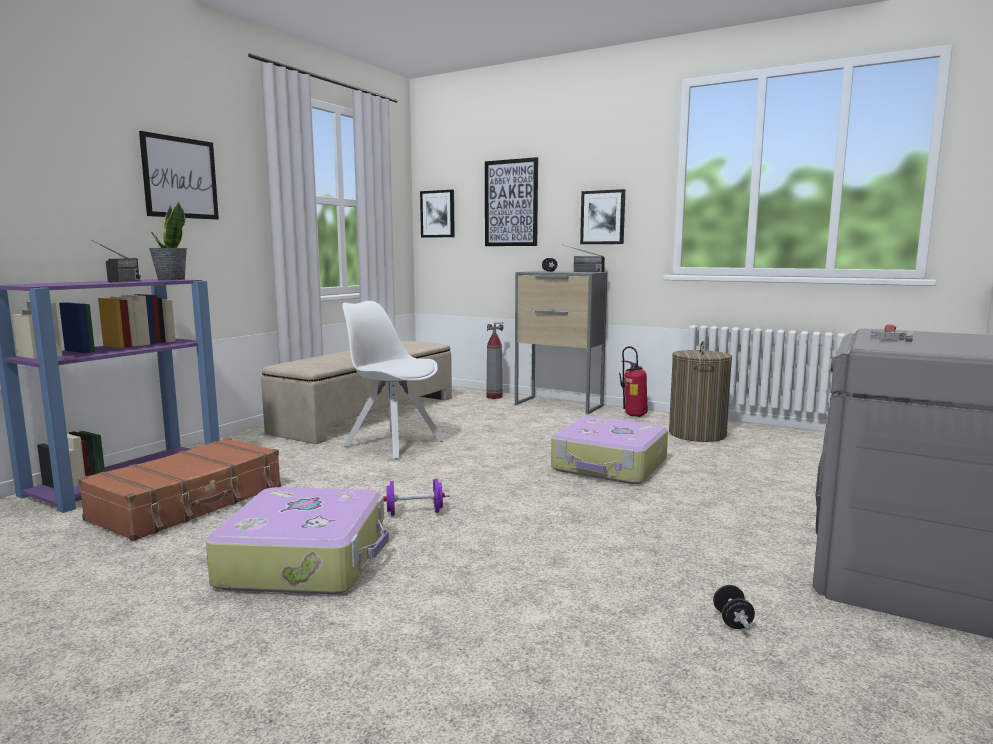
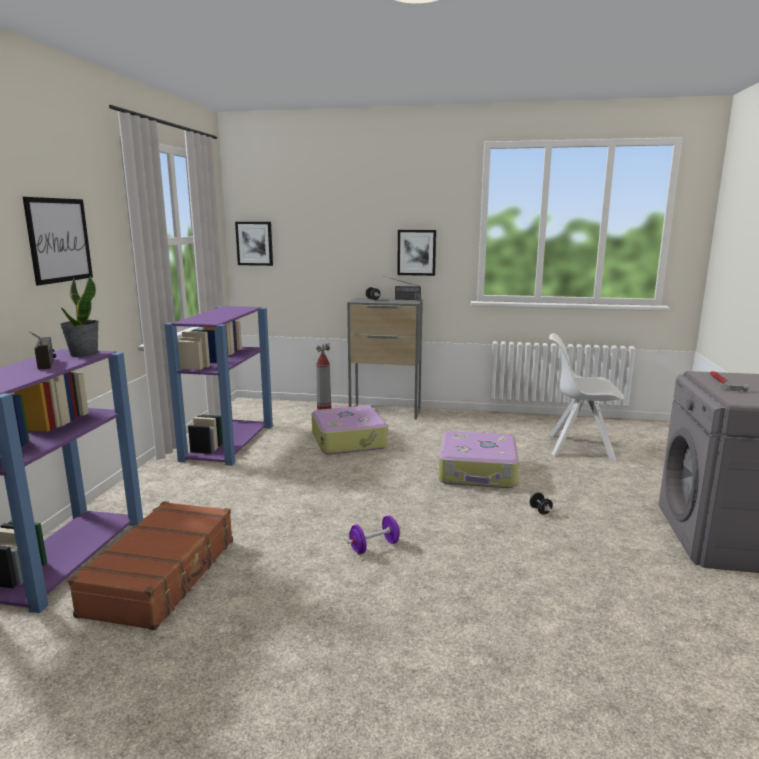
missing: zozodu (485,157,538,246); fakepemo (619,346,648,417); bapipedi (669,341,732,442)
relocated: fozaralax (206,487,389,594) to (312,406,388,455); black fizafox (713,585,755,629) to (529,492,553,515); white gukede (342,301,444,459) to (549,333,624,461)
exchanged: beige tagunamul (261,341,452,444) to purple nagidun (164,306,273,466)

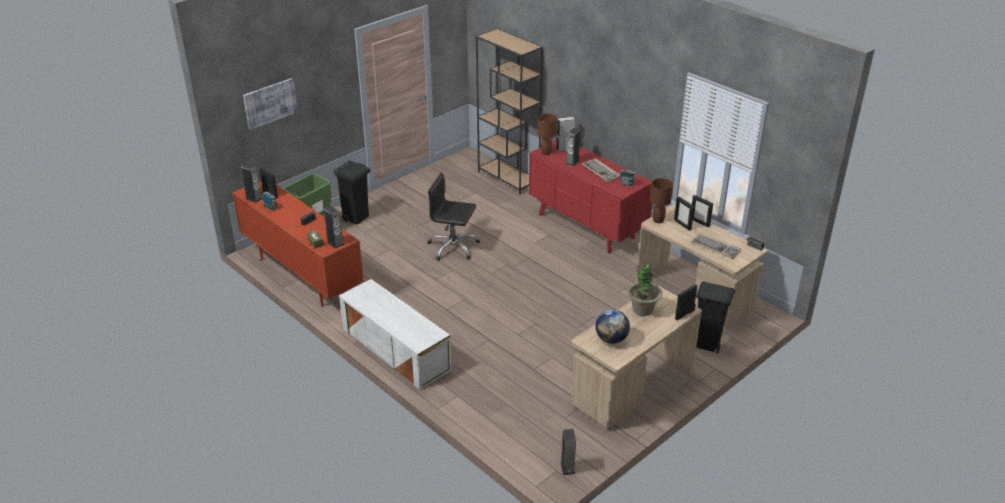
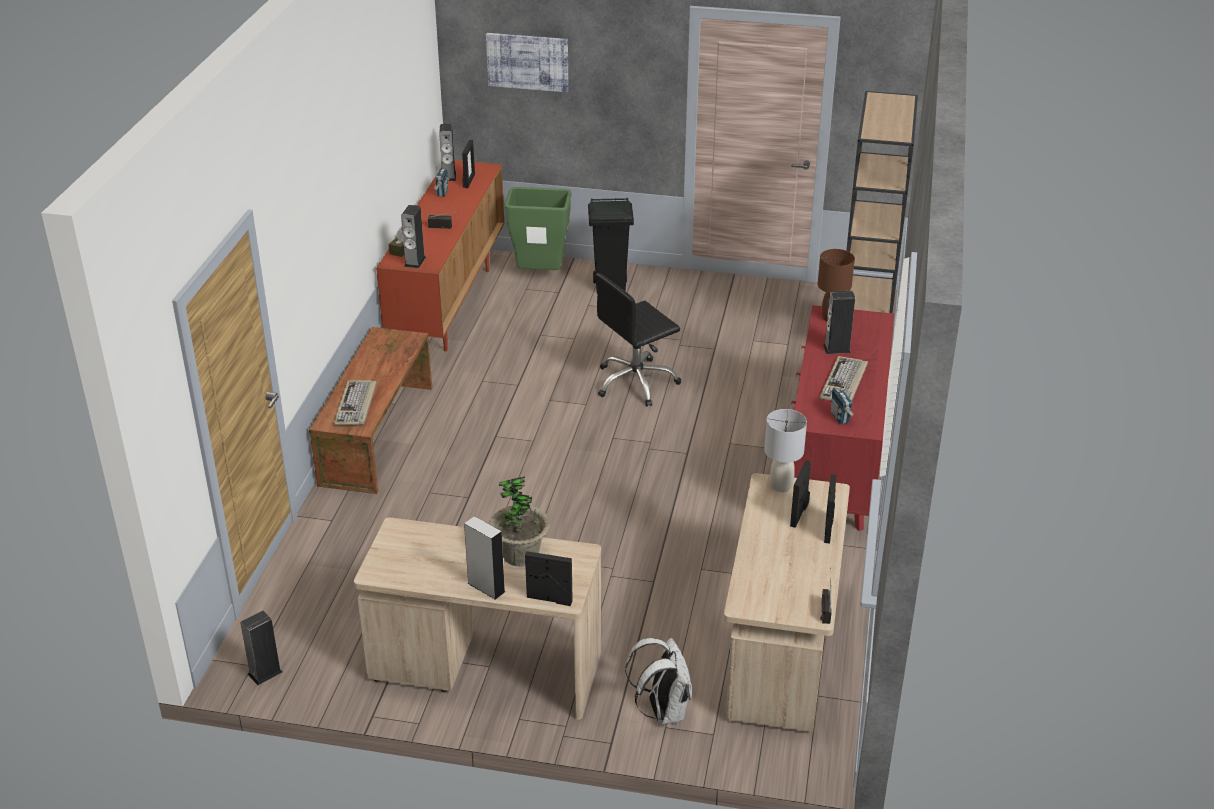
missing: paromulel (595,309,630,344)
relocated: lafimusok (691,233,741,259) to (334,380,376,425); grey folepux (556,117,575,152) to (464,516,505,600)
exchanged: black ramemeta (696,281,735,354) to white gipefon (625,638,692,725)
colour: white tagunamul (339,279,452,390) to brown tagunamul (309,327,432,494); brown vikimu (650,178,673,223) to grey vikimu (764,409,807,492)
spun: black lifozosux (427,172,480,260) = (596,273,681,406) 105 degrees counterclockwise

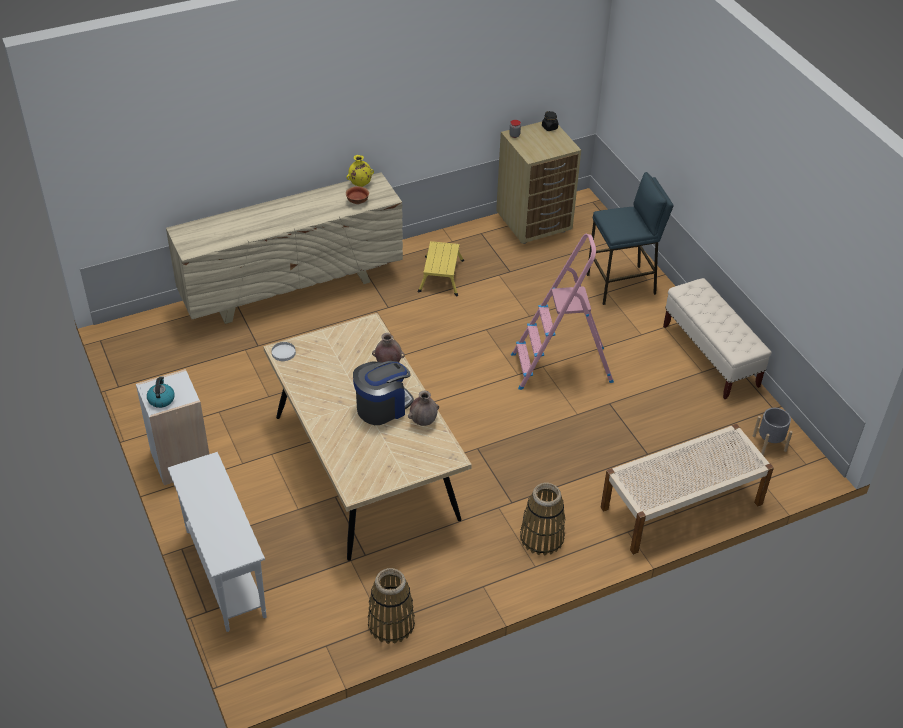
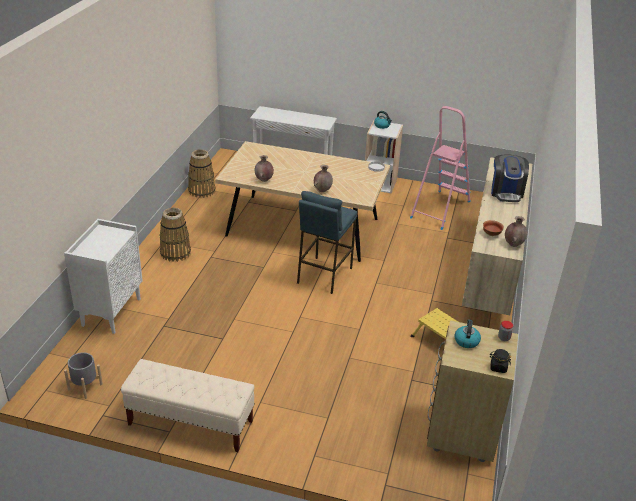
appeared: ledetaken (454,319,481,348)
relocated: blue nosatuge (587,172,674,305) to (297,191,357,294); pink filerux (511,234,614,390) to (410,106,470,230); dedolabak (353,361,414,425) to (491,155,529,202)
exchanged: beige tagunamul (600,424,774,555) to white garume (64,219,143,334)
colour: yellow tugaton (346,155,374,187) to brown tugaton (505,216,528,247)

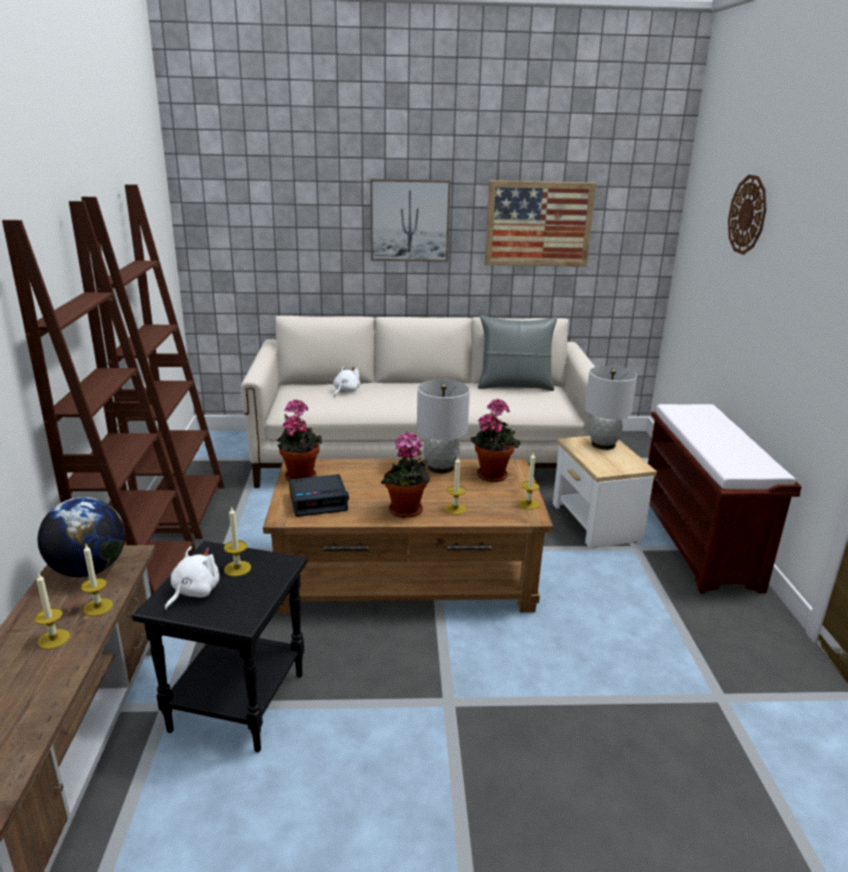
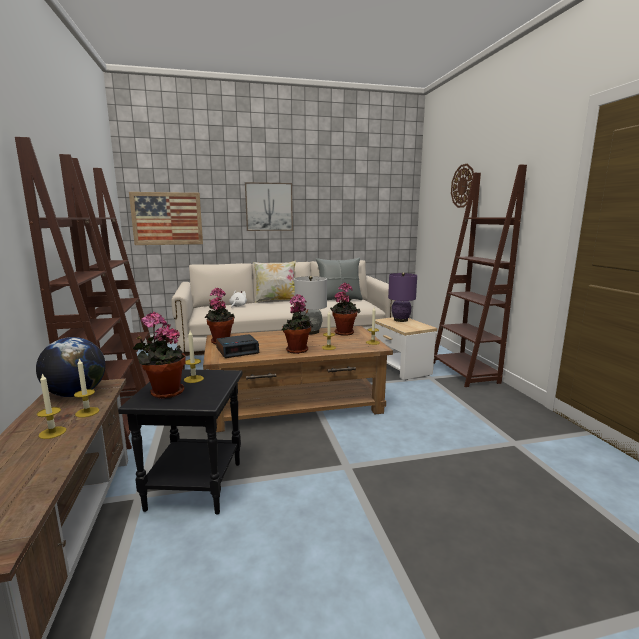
appeared: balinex (253,261,296,303)
relocated: zozodu (485,180,596,267) to (129,192,203,245)
exchanged: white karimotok (165,546,219,610) to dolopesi (133,312,186,399); brown tagunamul (648,404,802,594) to brown nagidun (434,165,527,387)
colour: white vikimu (585,366,637,450) to purple vikimu (388,273,417,322)

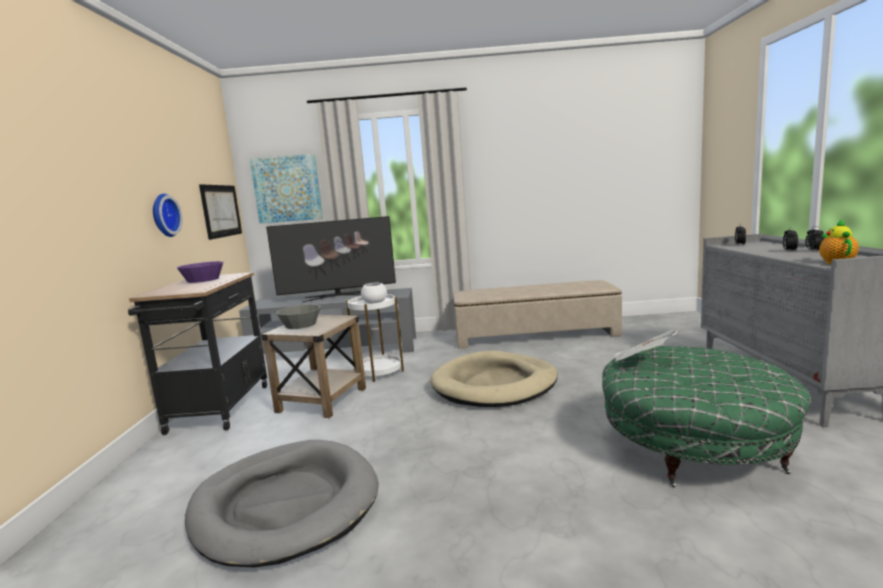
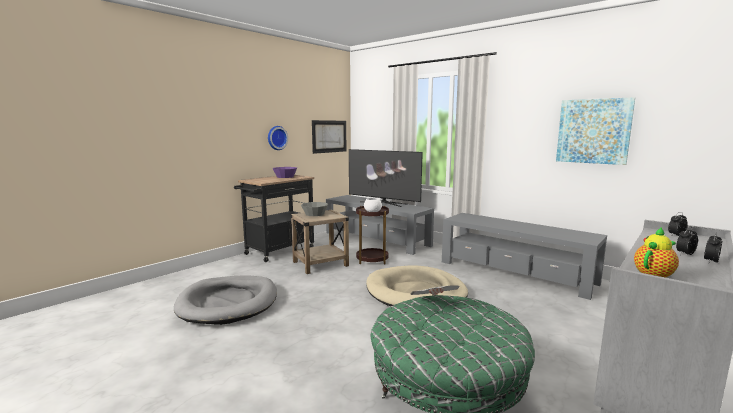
relocated: zozodu (250,154,323,224) to (556,97,635,165)
exchanged: beige tagunamul (453,280,622,349) to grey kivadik (442,213,607,300)
colour: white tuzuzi (346,294,404,382) to brown tuzuzi (356,206,389,264)

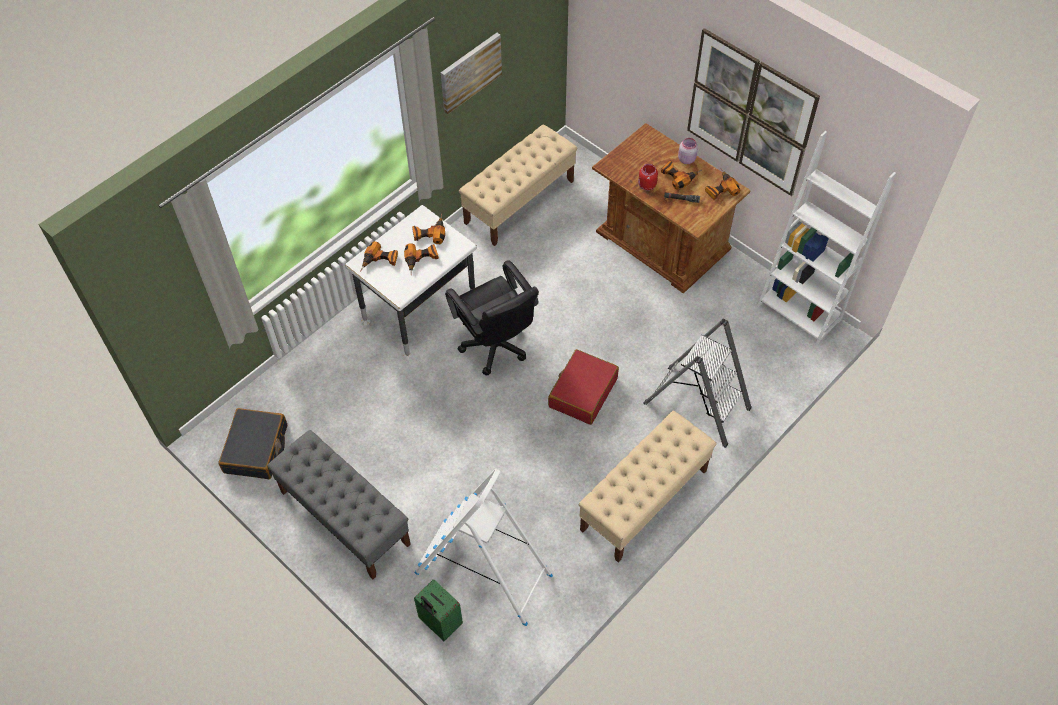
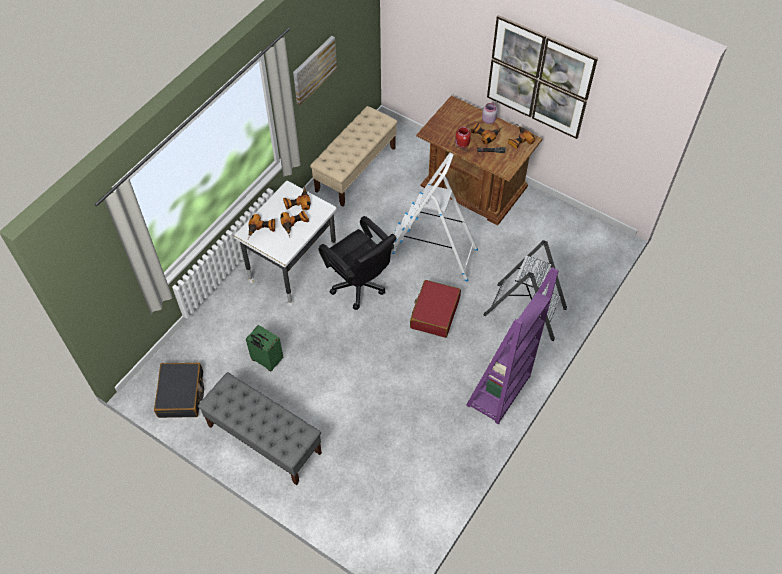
missing: white nagidun (757,131,896,346)
relocated: green fozaralax (414,579,463,641) to (246,325,283,371); white filerux (414,469,553,626) to (391,152,478,282)
exchanged: beige tagunamul (579,410,717,563) to purple nagidun (466,267,559,425)

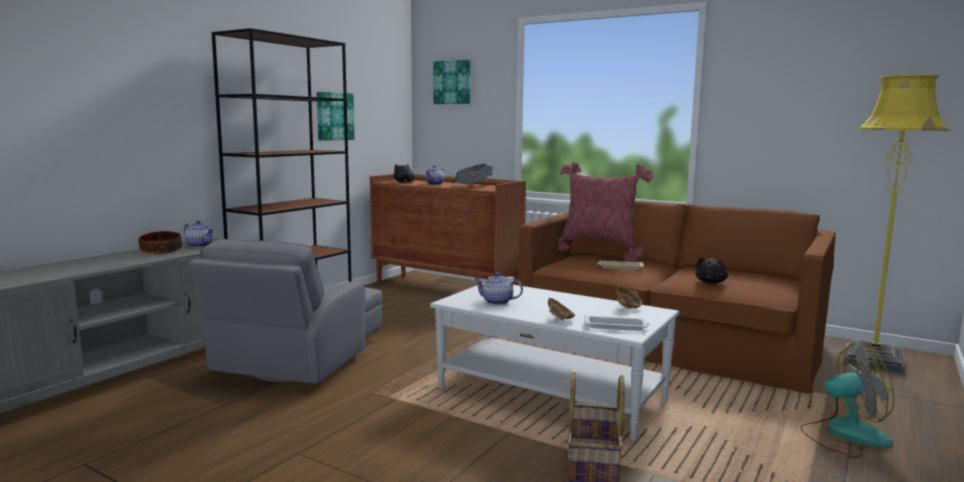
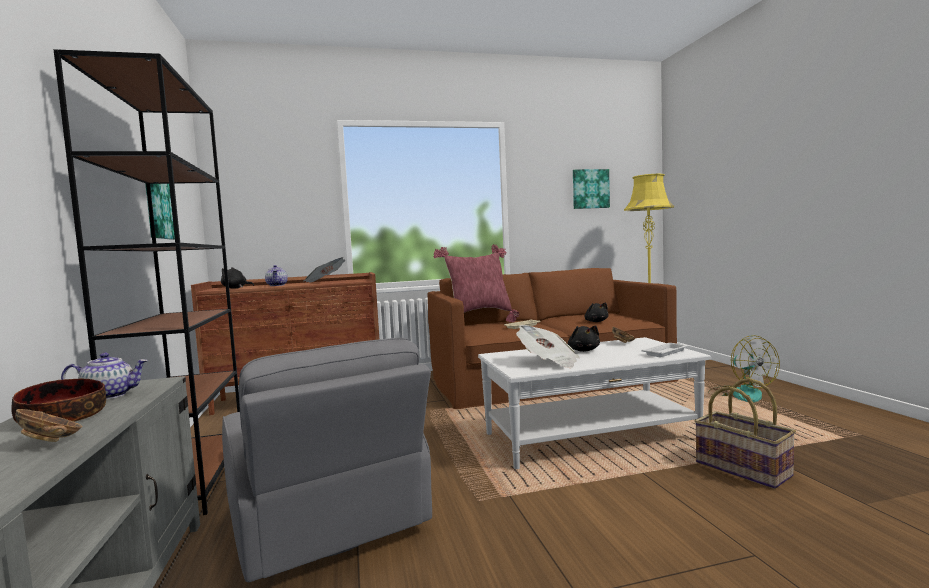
appeared: black karimotok (568,325,600,352)
relocated: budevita (548,298,575,320) to (15,409,82,442); zozodu (433,60,471,104) to (573,169,610,209)
exchanged: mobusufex (474,272,523,305) to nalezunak (516,325,580,368)
spun: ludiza (800,343,894,458) = (708,335,780,402) 120 degrees clockwise

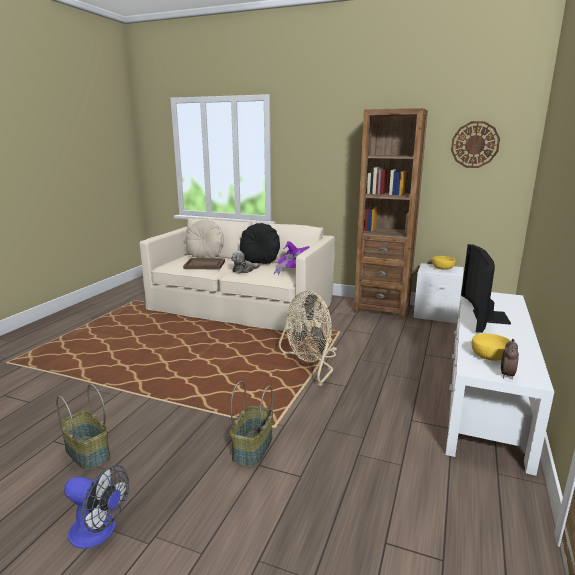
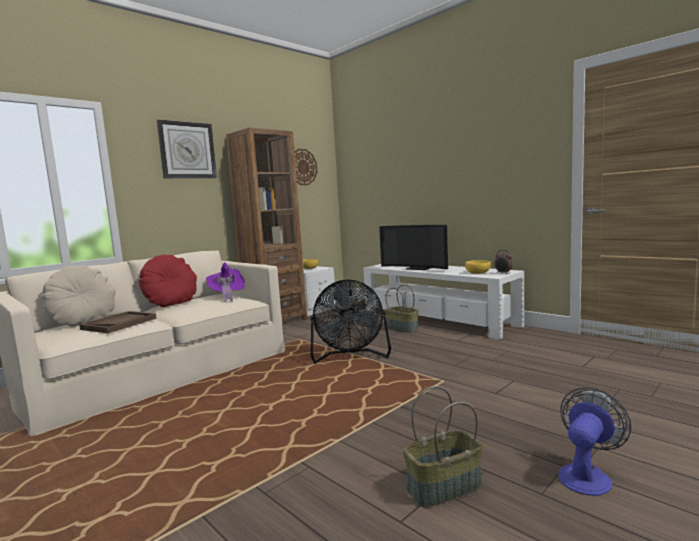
missing: karimotok (231,251,260,274)
appeared: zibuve (157,119,217,178)
relocated: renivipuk (230,381,273,467) to (385,285,419,333)
colour: black balinex (240,223,280,264) to red balinex (139,255,197,307); beige ludiza (279,290,337,386) to black ludiza (310,280,391,364)

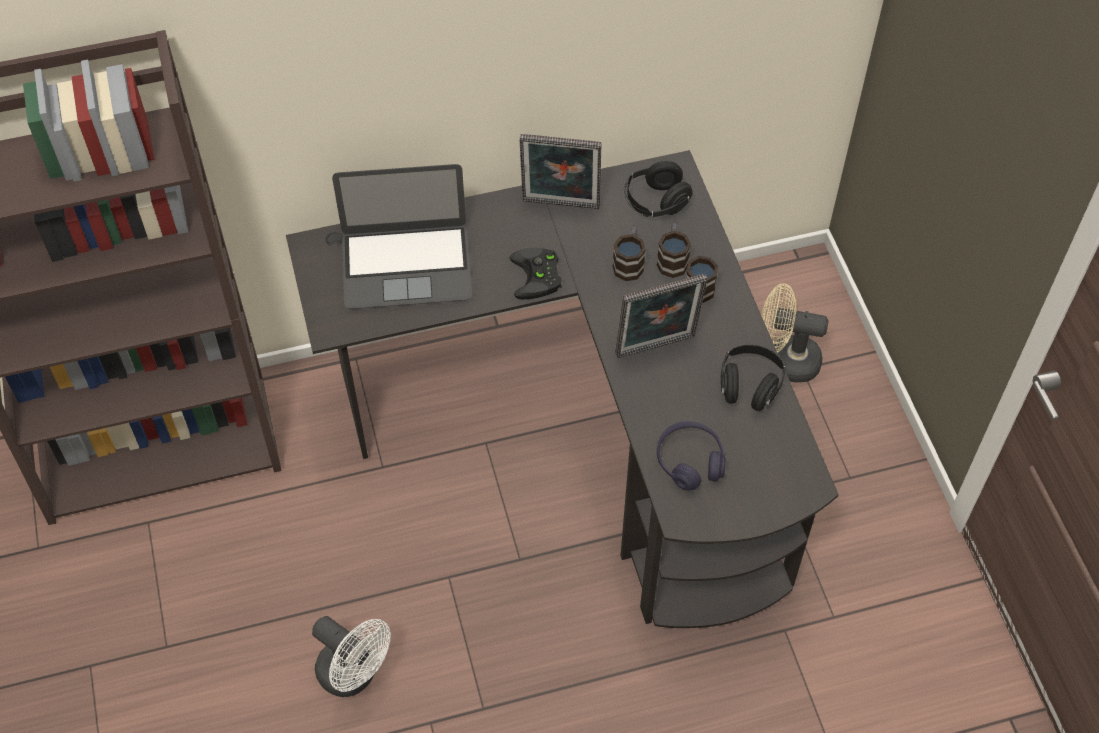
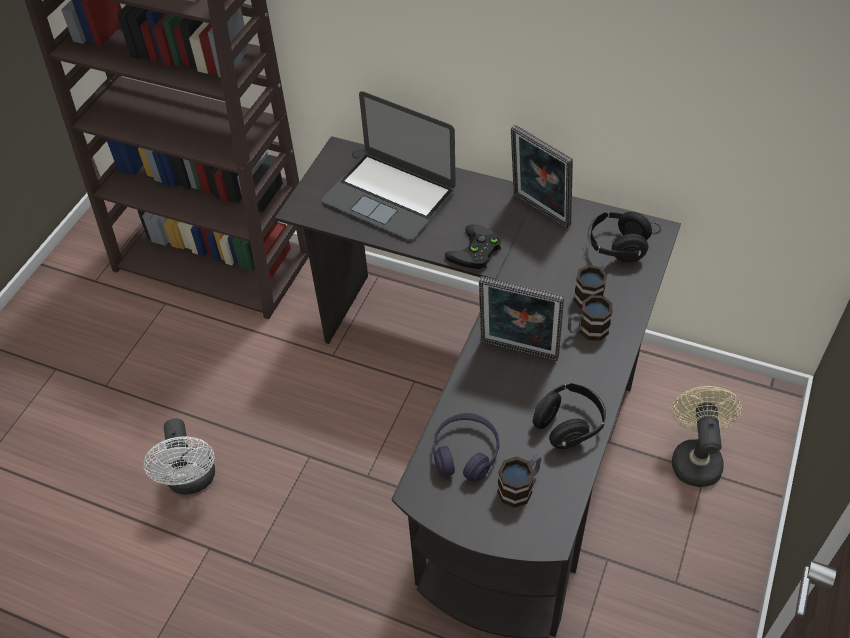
relocated: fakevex (613,227,646,281) to (497,454,541,508)
spun: beige ludiza (761,284,829,383) = (671,386,742,487) 45 degrees clockwise

